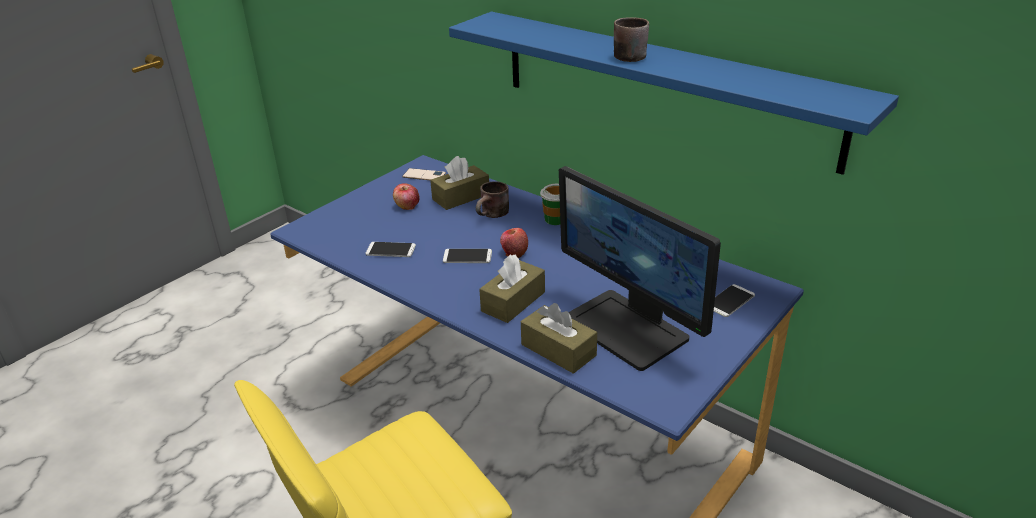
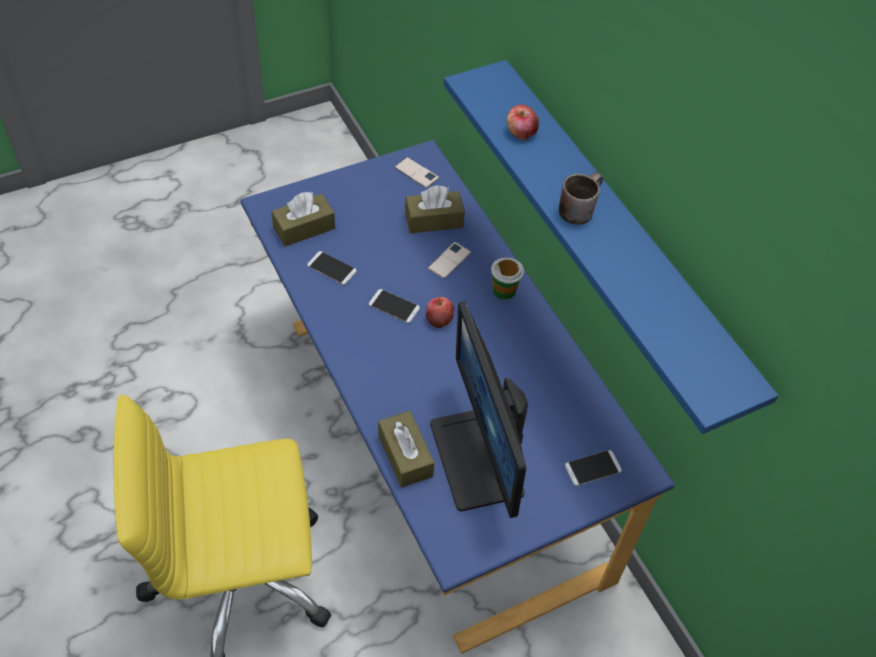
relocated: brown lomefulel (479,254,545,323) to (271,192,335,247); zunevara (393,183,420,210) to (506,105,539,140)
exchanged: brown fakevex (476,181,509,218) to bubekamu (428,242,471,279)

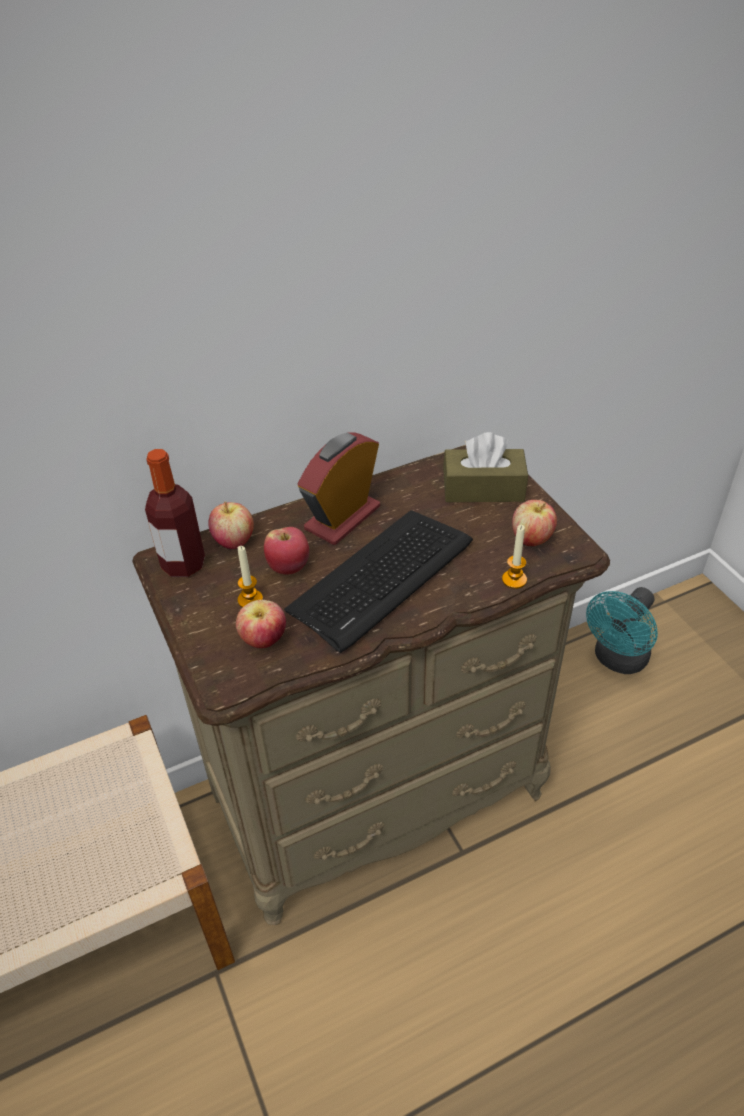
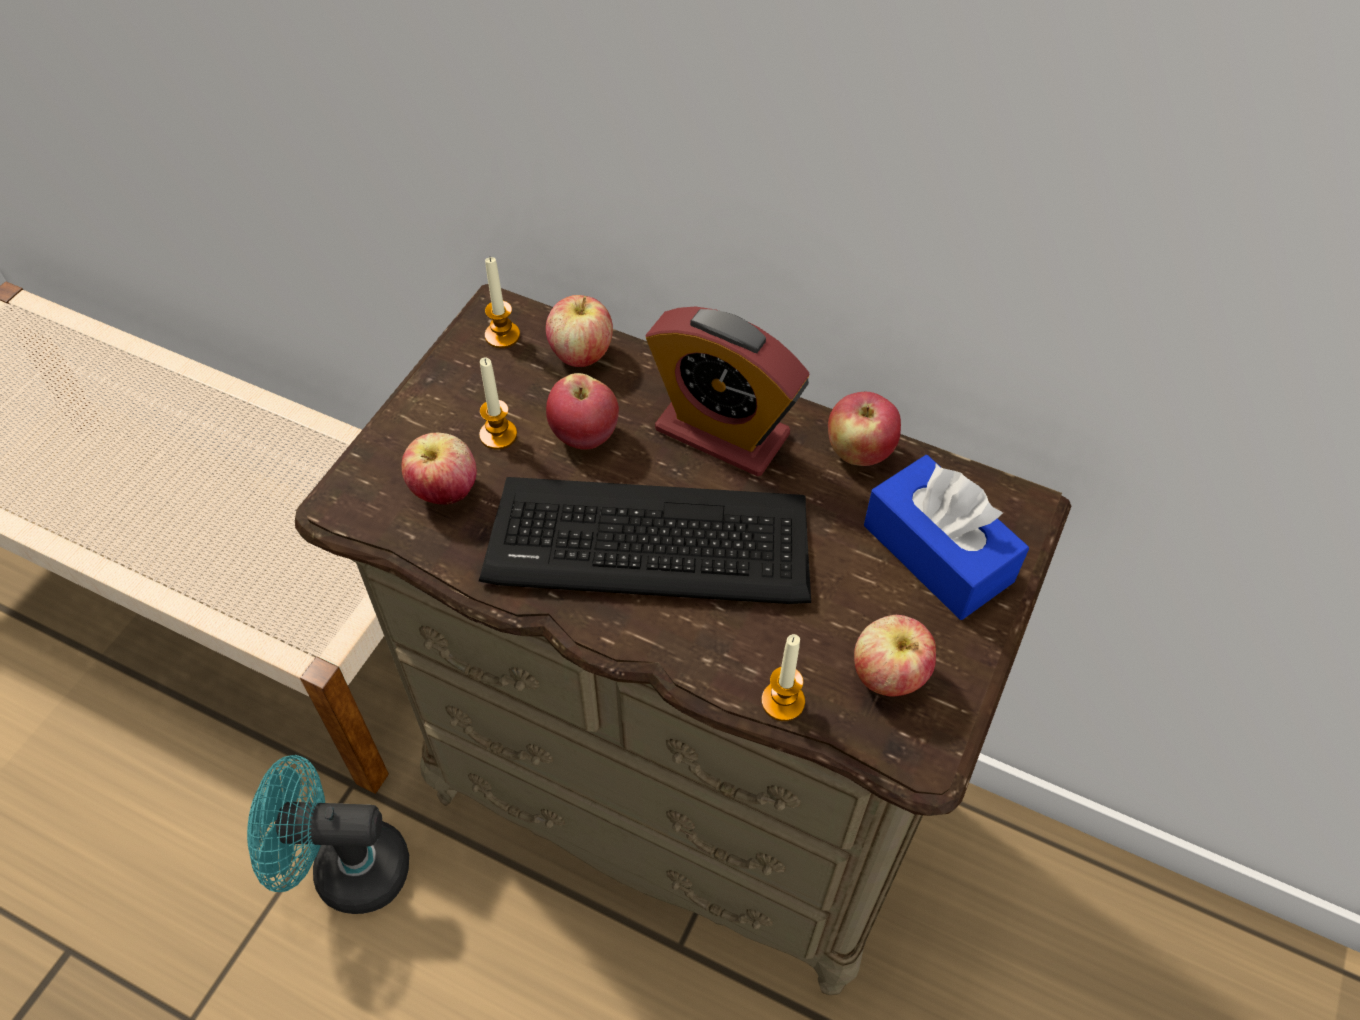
appeared: zunevara (828,392,901,466)
relocated: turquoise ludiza (586,587,658,674) to (247,755,409,914)
exchanged: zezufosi (145,449,205,577) to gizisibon (485,257,520,348)
colour: brown lomefulel (443,432,528,502) to blue lomefulel (864,455,1029,620)
spun: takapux (298,432,380,545) = (646,306,810,476) 150 degrees counterclockwise

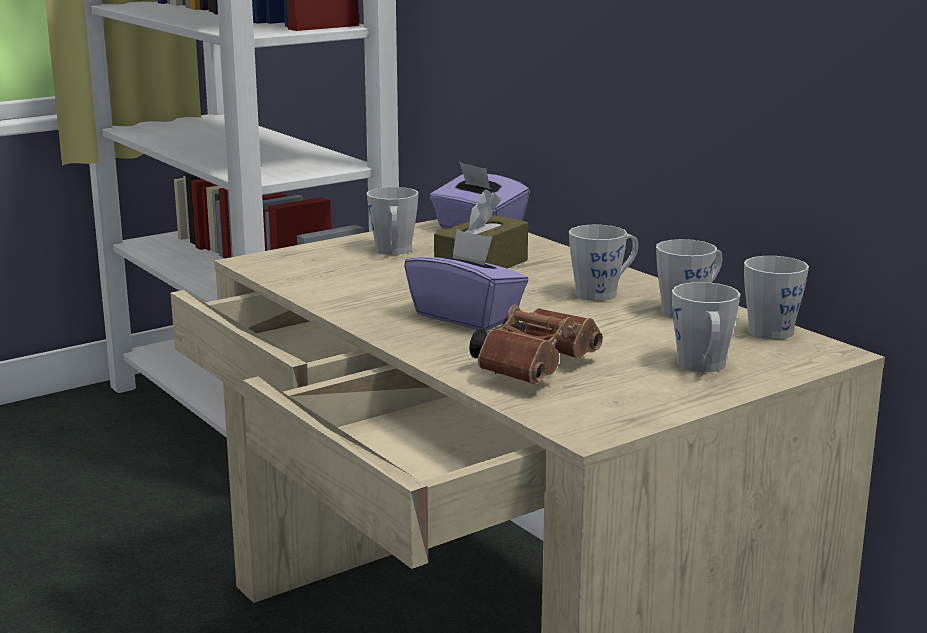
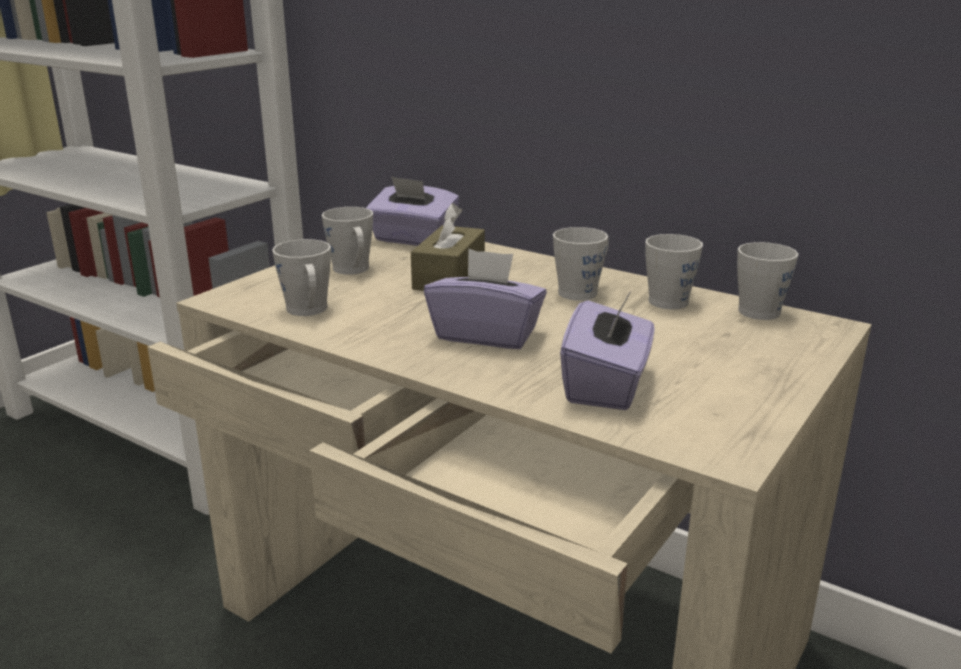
relocated: grey fakevex (672,282,741,372) to (272,239,331,316)
exchanged: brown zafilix (469,304,603,385) to purple lomefulel (560,290,655,410)

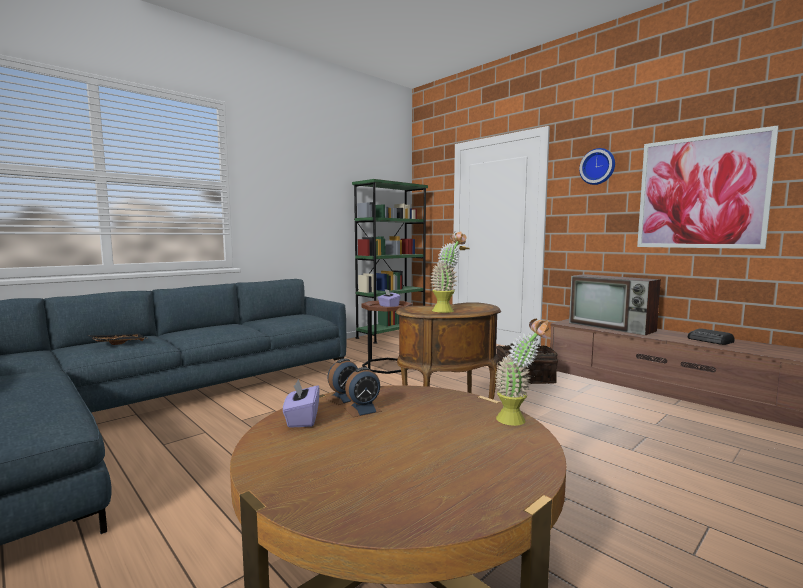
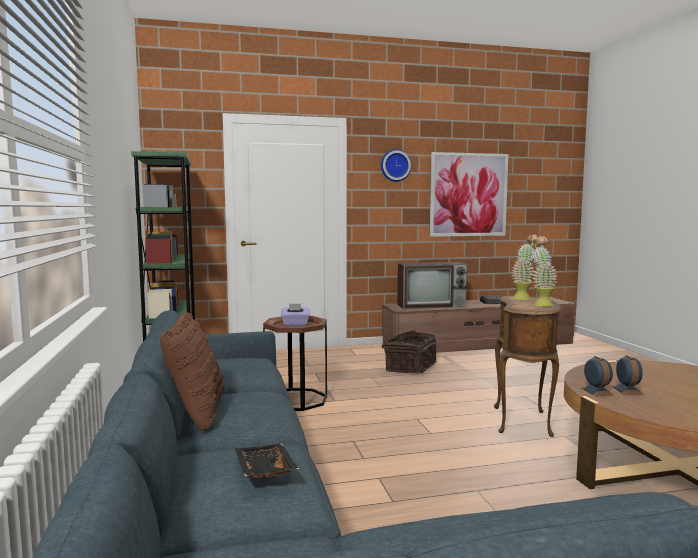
missing: purple lomefulel (283,379,320,428)
appeared: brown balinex (160,312,224,431)
relocated: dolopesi (495,319,551,426) to (512,234,540,300)

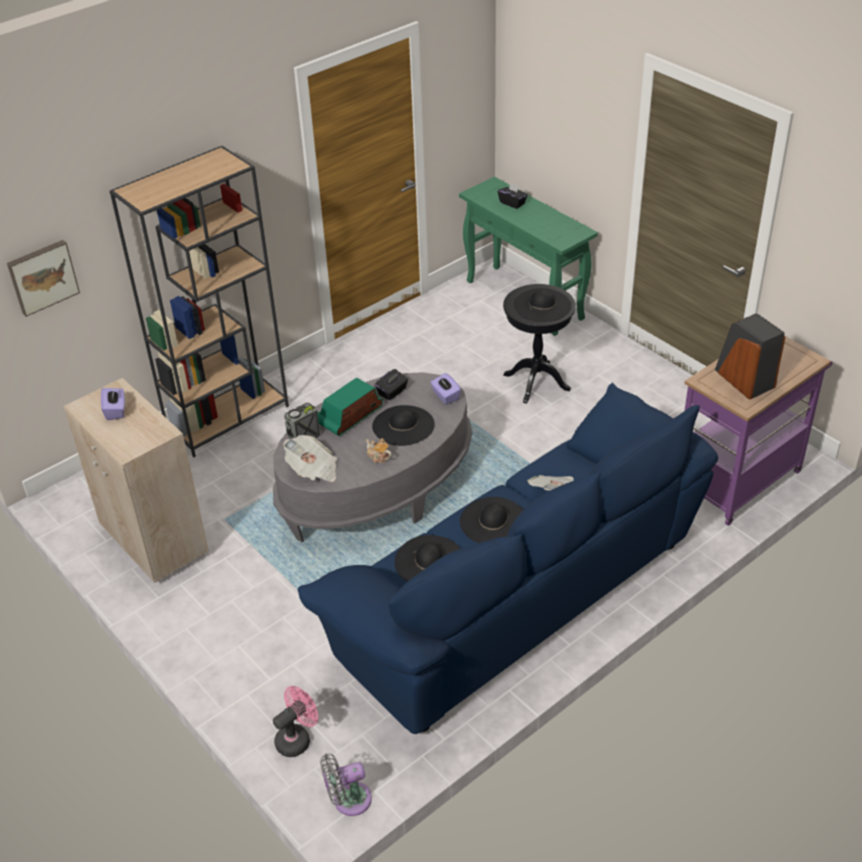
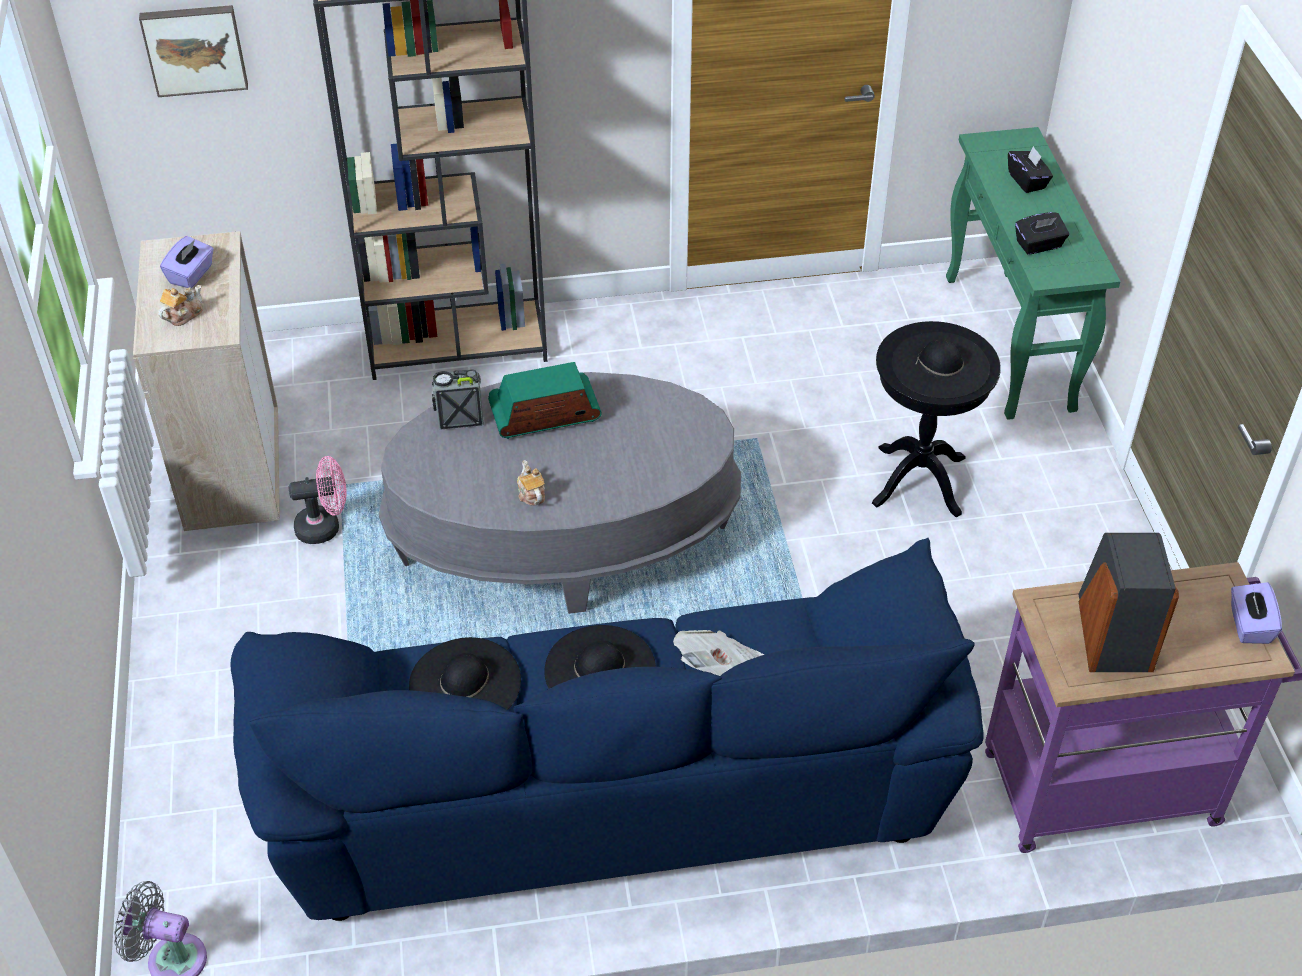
missing: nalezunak (283,435,337,482); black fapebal (372,405,435,446)
appeared: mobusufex (158,285,203,326)
relocated: pink ludiza (273,686,318,757) to (288,456,346,544); black lomefulel (375,369,408,400) to (1015,212,1069,255); purple lomefulel (430,373,461,405) to (1231,582,1282,644)

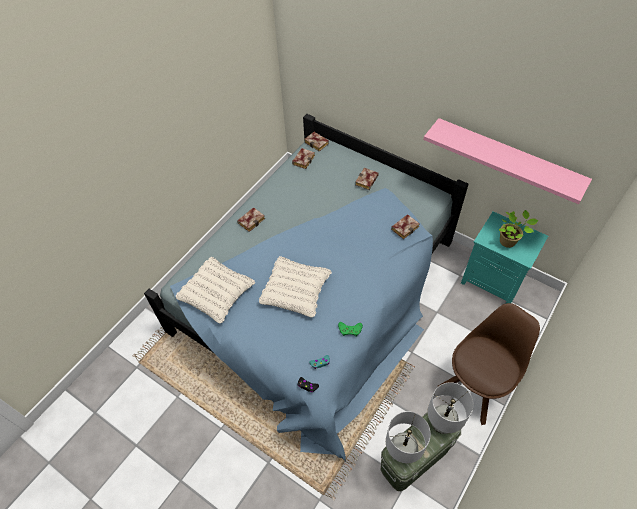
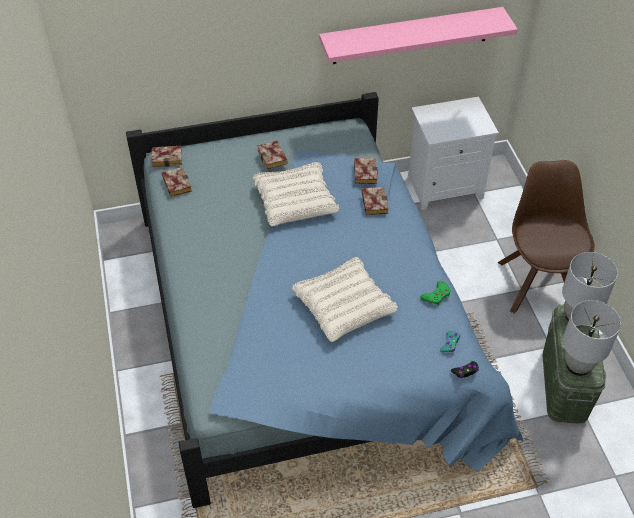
missing: dolopesi (499,210,538,248)
relocated: beige balinex (176,257,255,323) to (253,162,339,227); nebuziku (237,207,265,232) to (362,187,389,215)
colour: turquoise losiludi (461,211,548,303) to white losiludi (408,97,499,210)

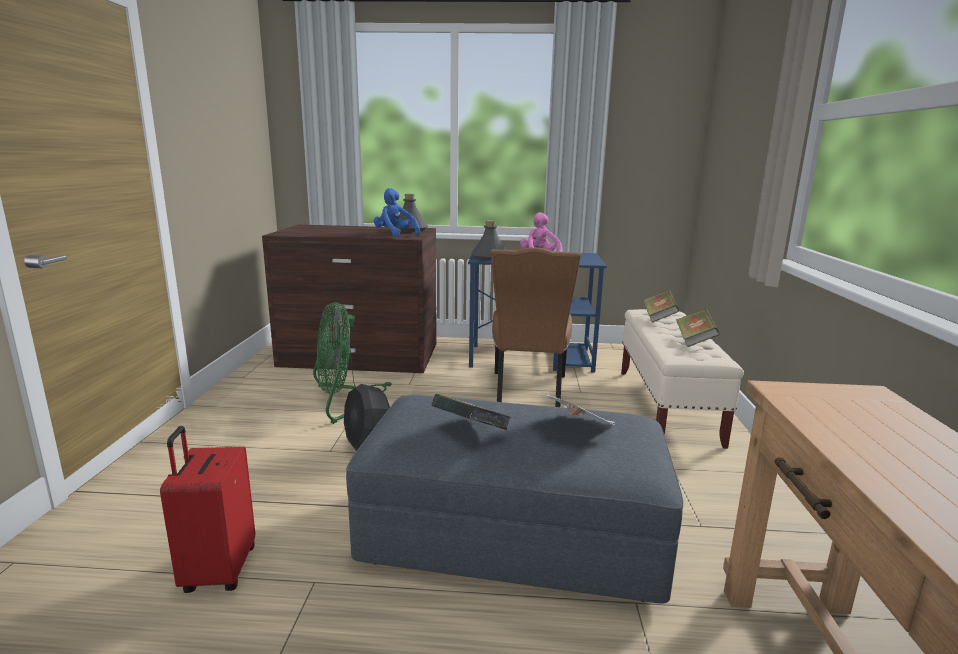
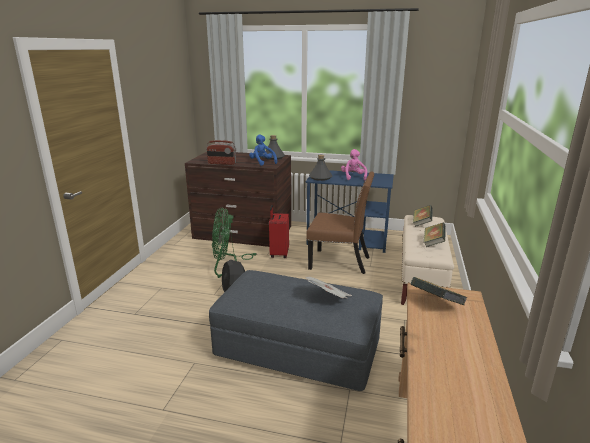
appeared: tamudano (206,140,236,165)
relocated: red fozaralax (160,426,255,593) to (269,205,289,258); nebuziku (431,394,511,430) to (411,277,468,305)
spun: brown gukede (491,247,581,407) = (306,172,374,274) 90 degrees counterclockwise

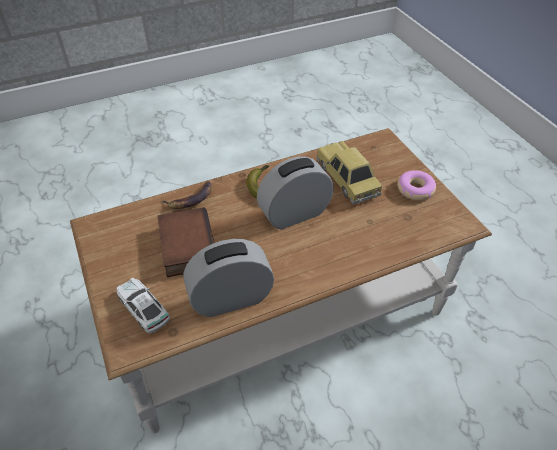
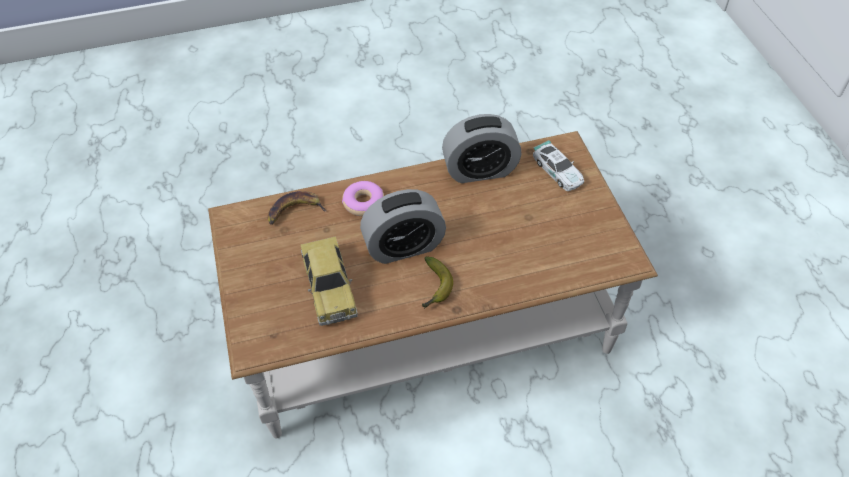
missing: nebuziku (157,207,214,277)
relocated: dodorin (161,181,213,209) to (268,191,327,225); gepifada (397,170,436,200) to (342,181,384,216)

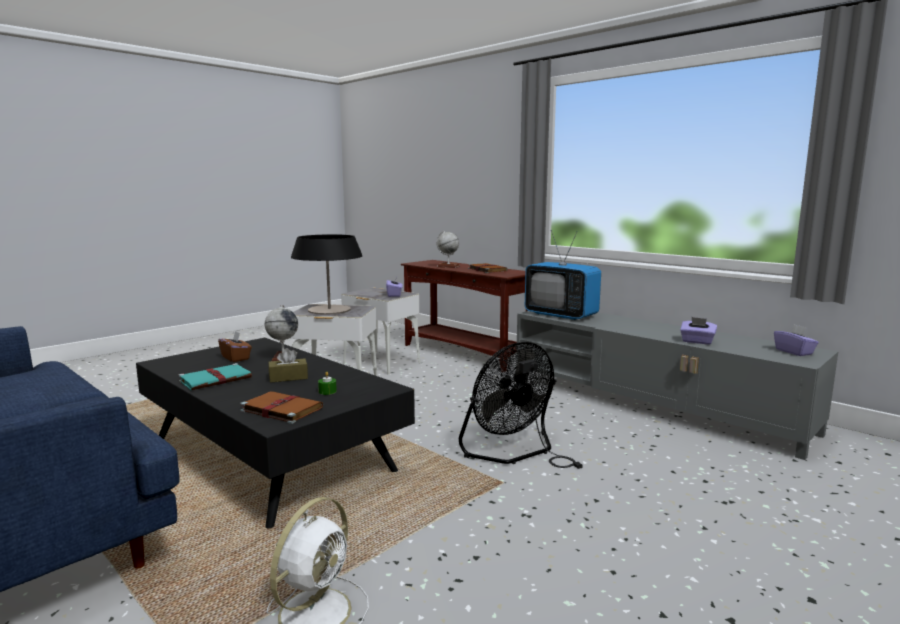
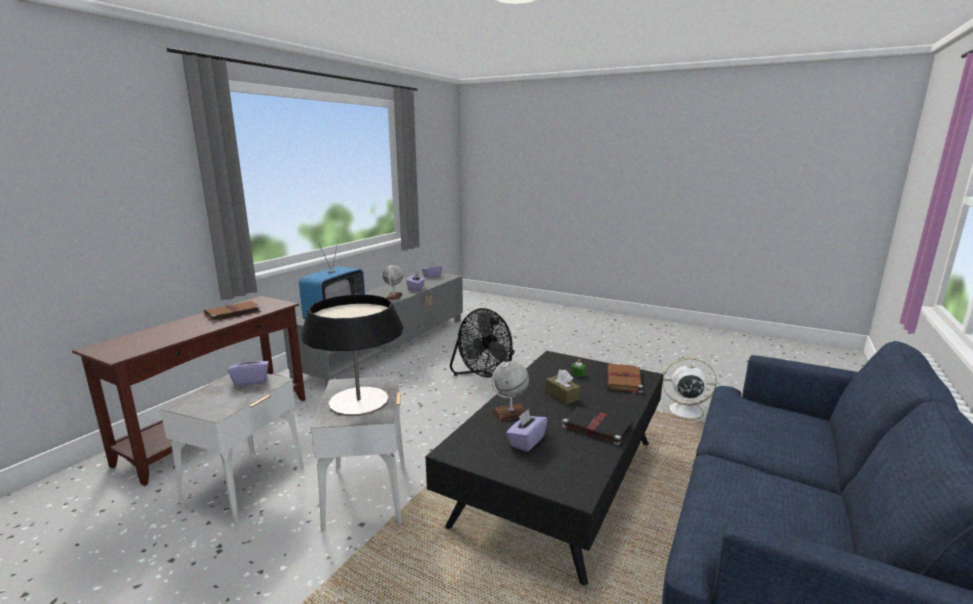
relocated: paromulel (436,231,460,268) to (383,265,403,300)
colour: brown lomefulel (218,331,252,362) to purple lomefulel (506,409,548,452); turquoise nebuziku (178,363,252,390) to black nebuziku (560,406,633,445)

